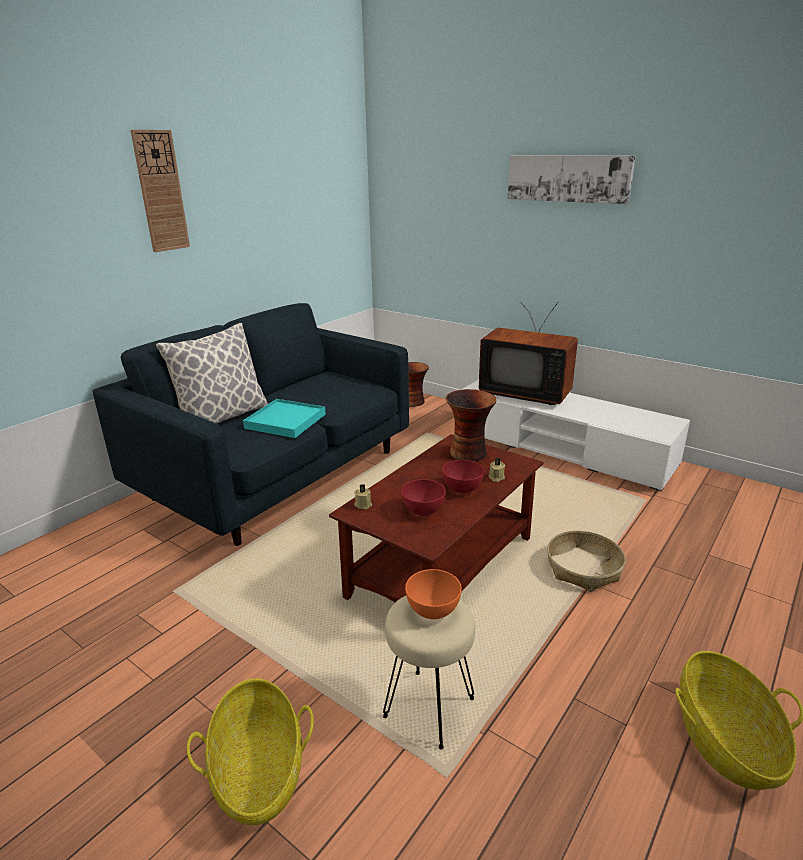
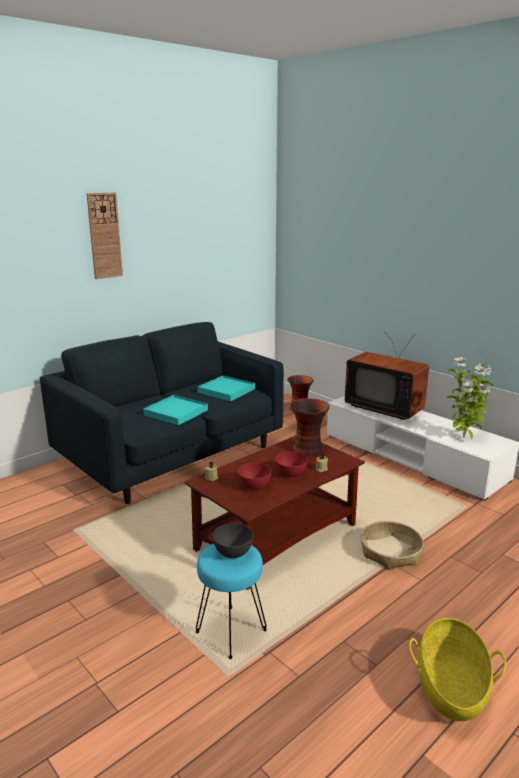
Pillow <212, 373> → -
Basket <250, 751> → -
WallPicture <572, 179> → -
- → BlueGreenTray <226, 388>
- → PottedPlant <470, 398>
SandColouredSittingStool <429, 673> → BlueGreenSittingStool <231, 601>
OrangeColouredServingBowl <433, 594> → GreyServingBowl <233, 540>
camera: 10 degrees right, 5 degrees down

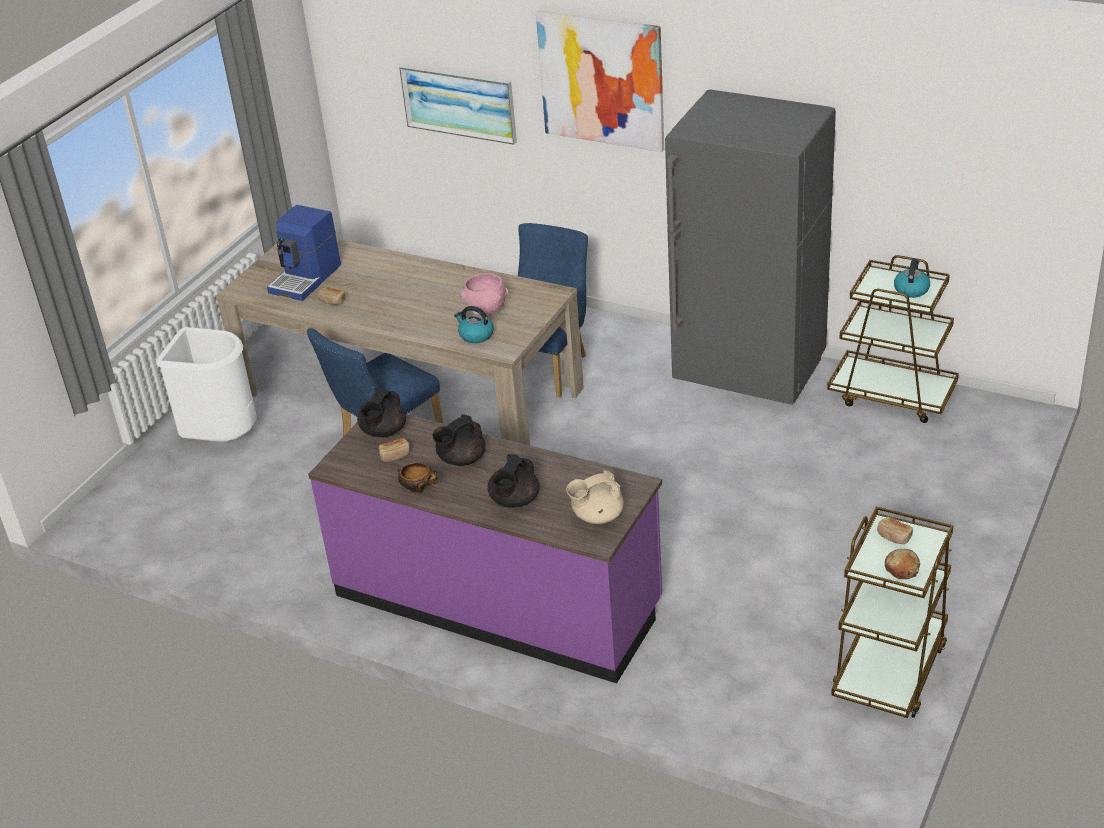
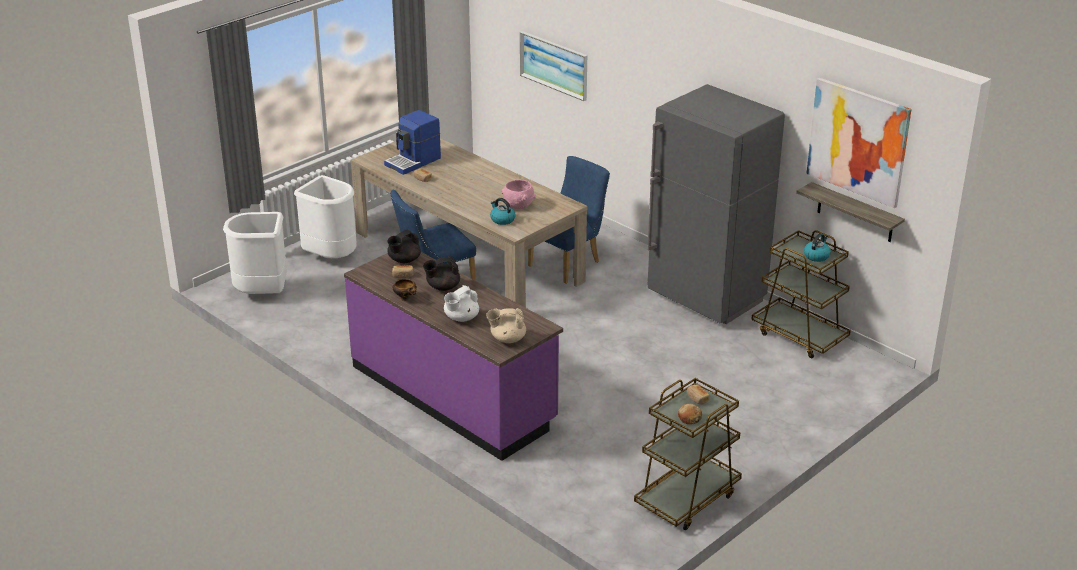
- → WhitishTrashCan <255, 253>
- → BracketShelf <850, 212>
WallPicture <600, 81> → WallPicture <859, 143>, moved
BlackishTeapot <513, 480> → WhitishTeapot <461, 303>
camera: 15 degrees right, 5 degrees down

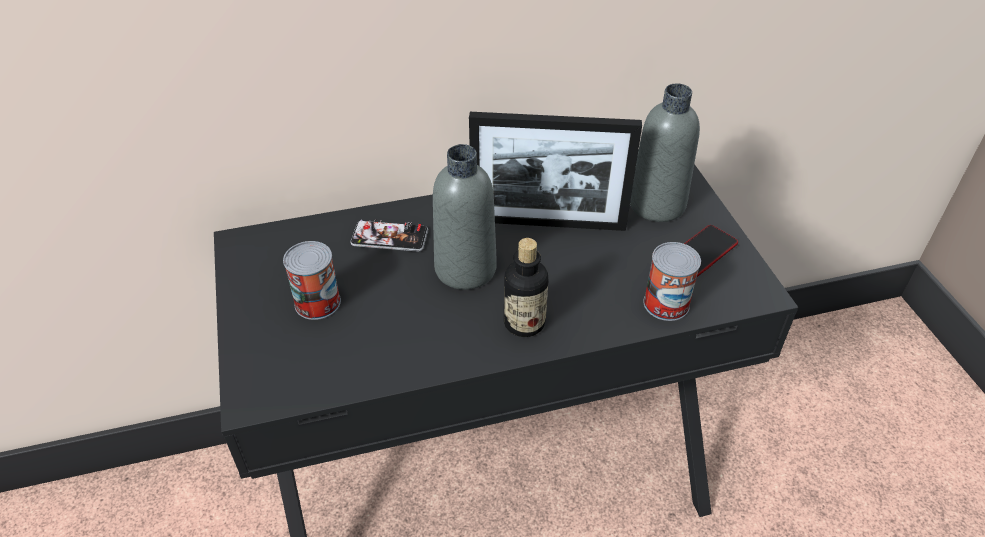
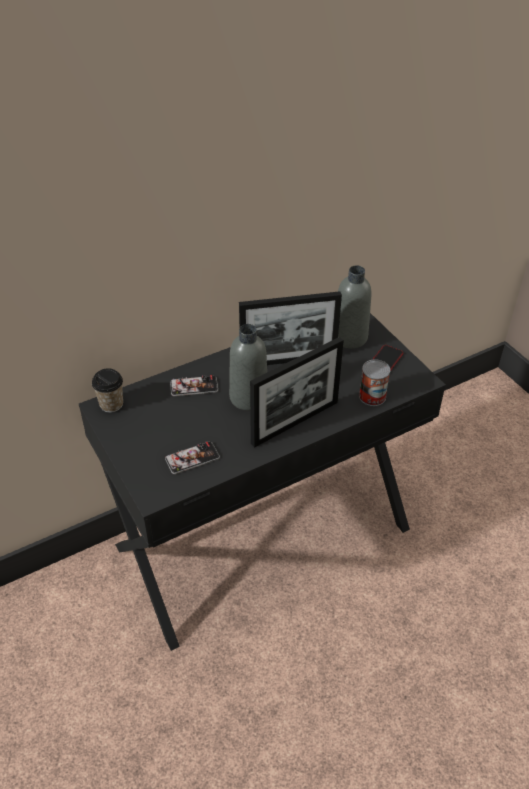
SealedCan <312, 280> → -
- → Cup <107, 391>
- → Handset <192, 458>
Bottle <526, 287> → StandingFrame <297, 392>
camera: 15 degrees left, 0 degrees up

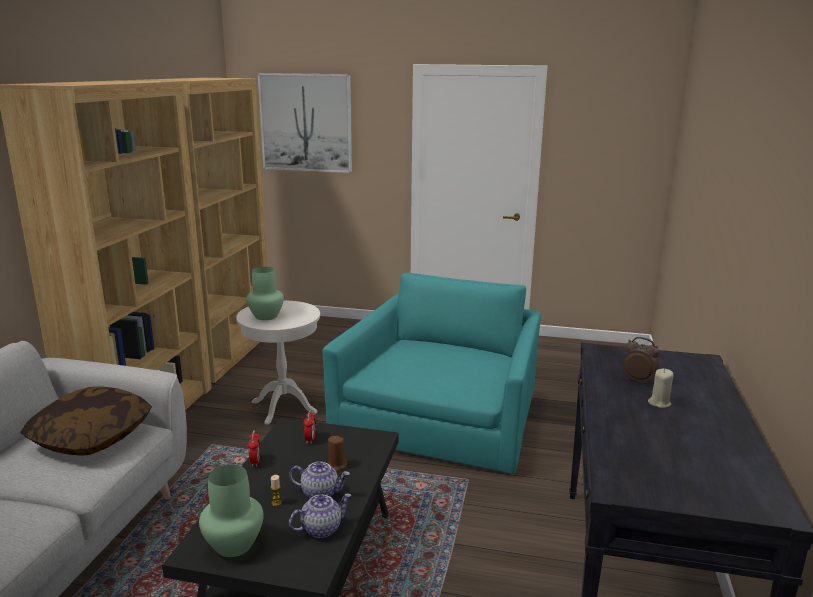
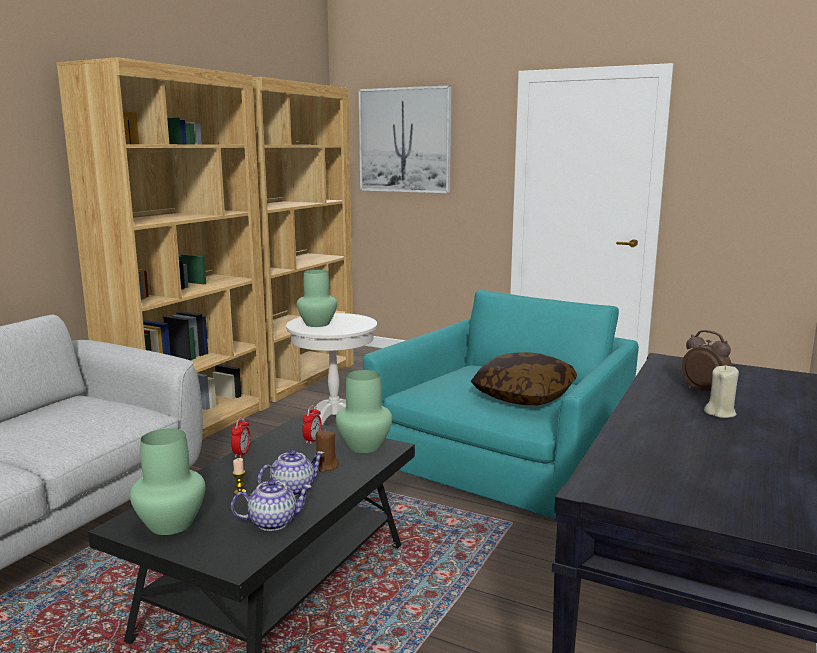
- → GreenishFlowerVase <363, 411>
Pillow <86, 421> → Pillow <524, 378>, moved
Teapot <319, 480> → Teapot <291, 472>, 60 degrees counterclockwise
camera: 15 degrees right, 5 degrees down

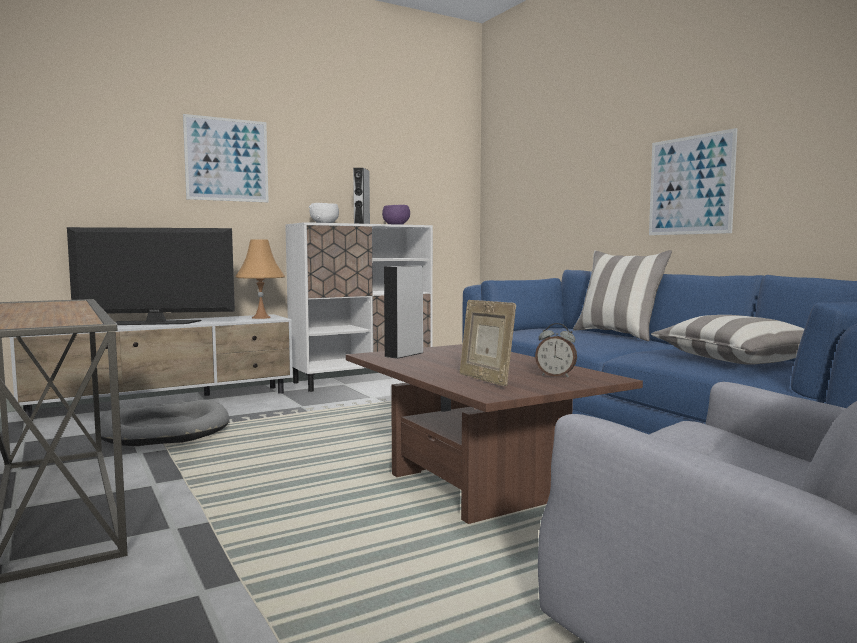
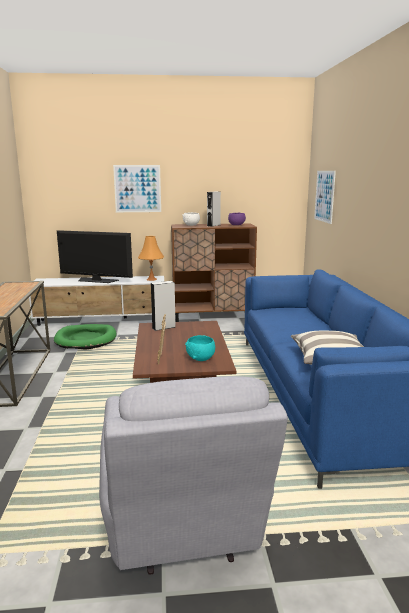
Pillow <622, 295> → -
WallPicture <693, 181> → WallPicture <325, 197>, moved
BedsideClock <556, 350> → BlueGreenServingBowl <200, 348>
GreyDogBed <164, 423> → GreenishDogBed <85, 337>
WhitishStorageCabinet <359, 307> → BrownishStorageCabinet <214, 272>
camera: 25 degrees right, 10 degrees up

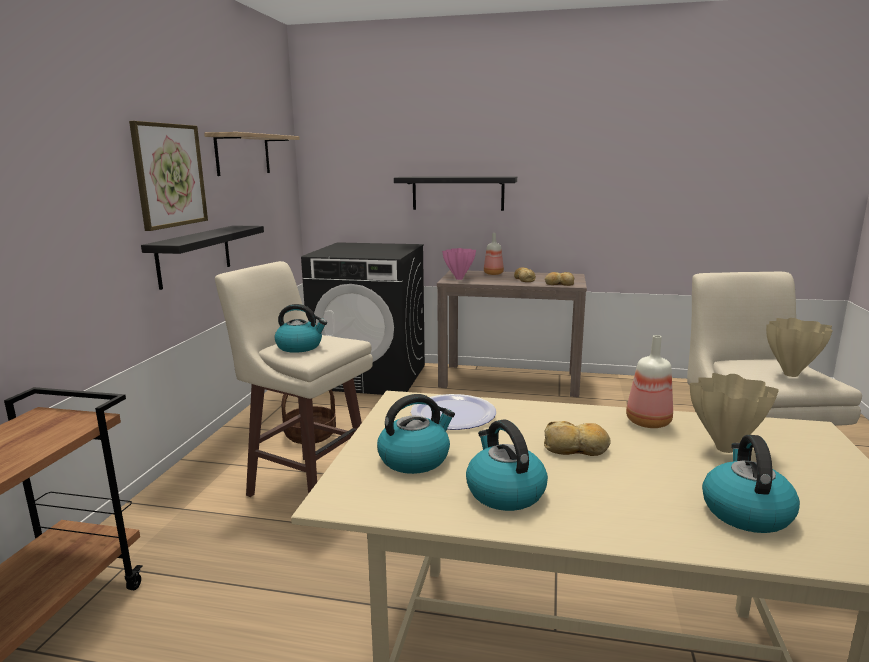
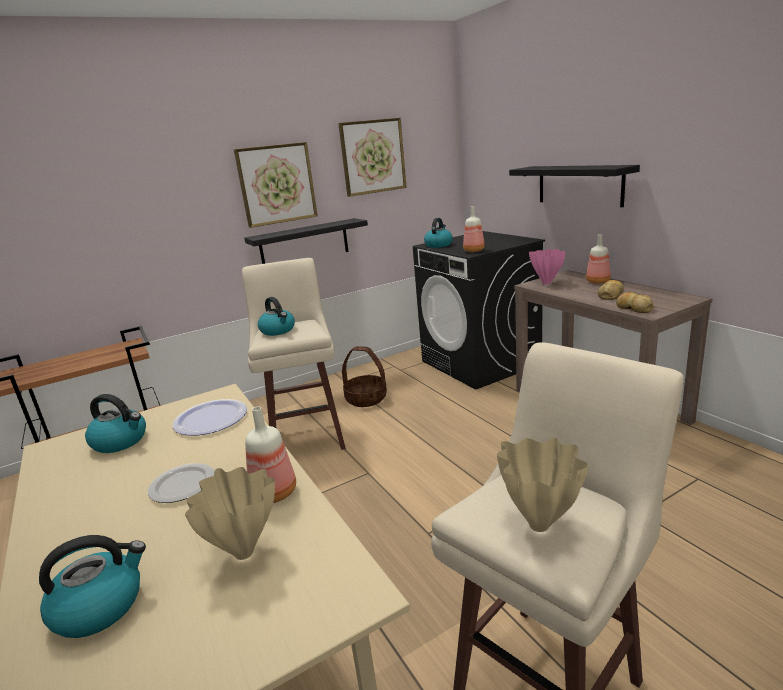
- → Bottle <474, 229>
TeaKettle <507, 465> → TeaKettle <438, 233>, moved
BracketShelf <252, 154> → WallPicture <372, 157>
BakeryBread <577, 438> → Plate <180, 483>
camera: 50 degrees right, 5 degrees up

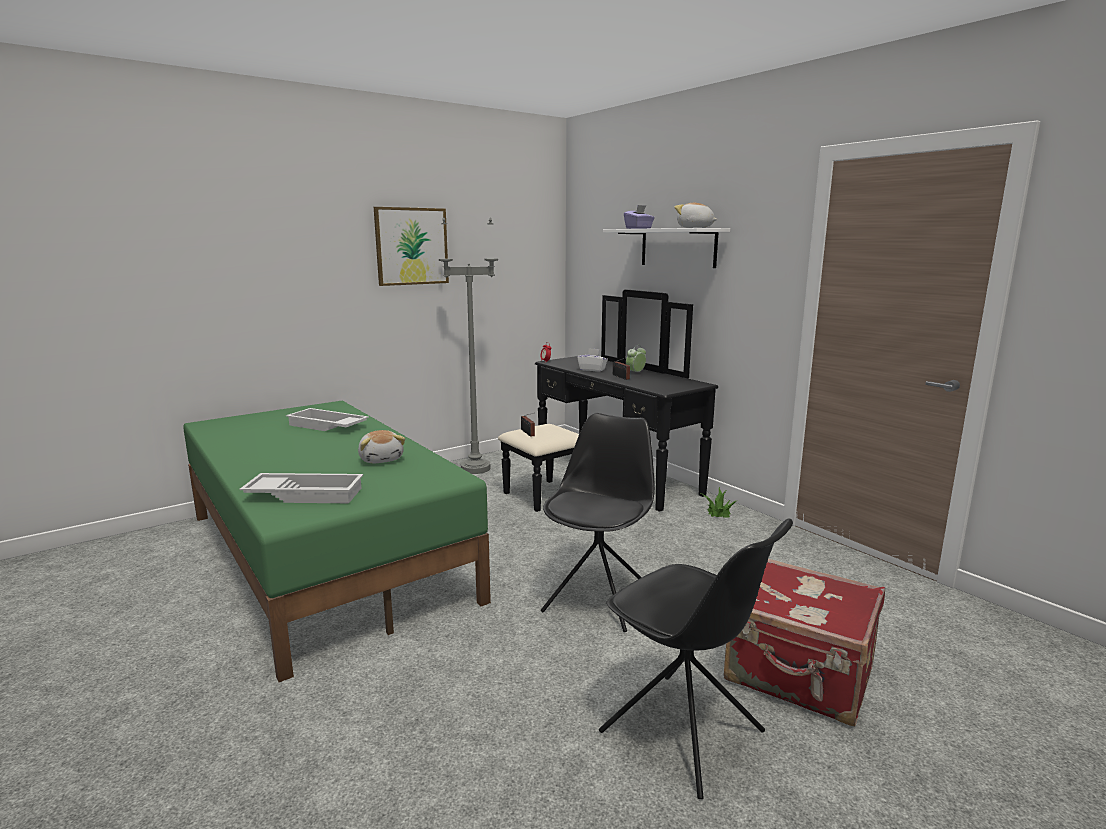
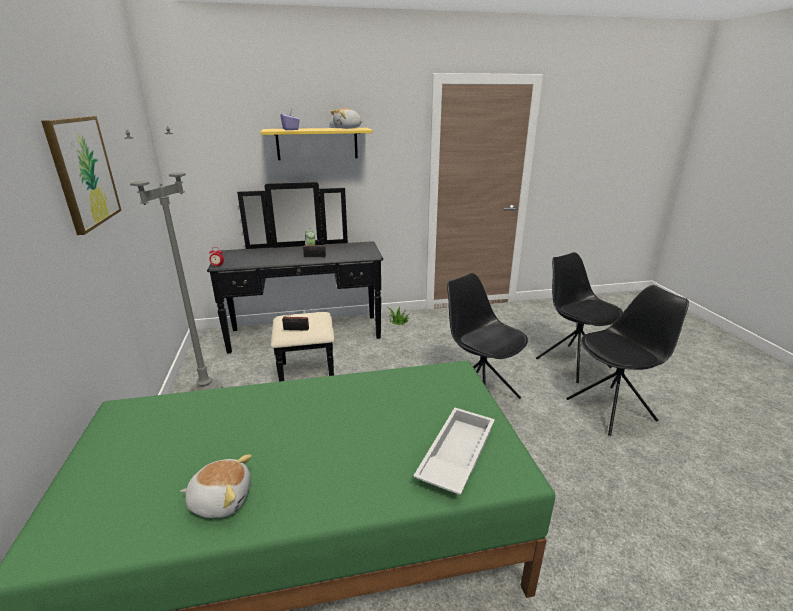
WhitishTray <327, 419> → -
WhitishBoxOfTissues <592, 360> → -
SoftToy <381, 446> → SoftToy <216, 486>, moved
RedTravelCase <804, 642> → BlackishChair <579, 317>
WhitishBracketShelf <666, 248> → YellowBracketShelf <316, 144>
camera: 65 degrees left, 10 degrees up

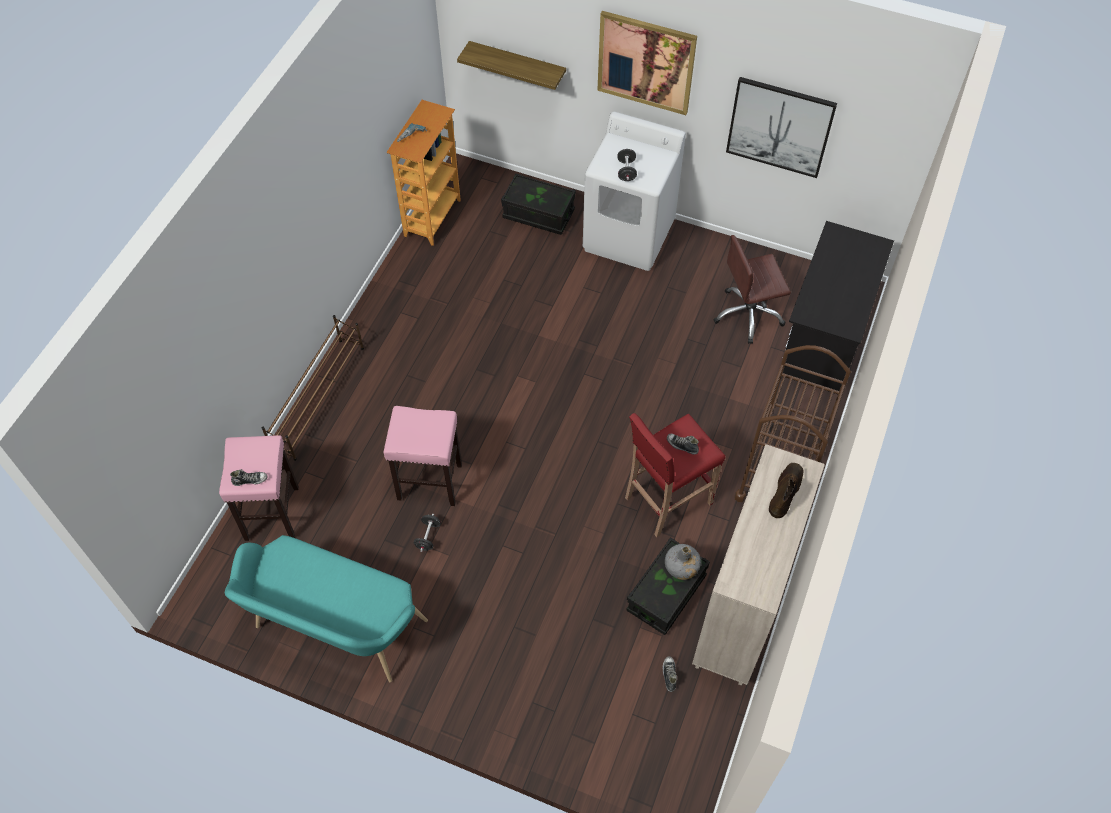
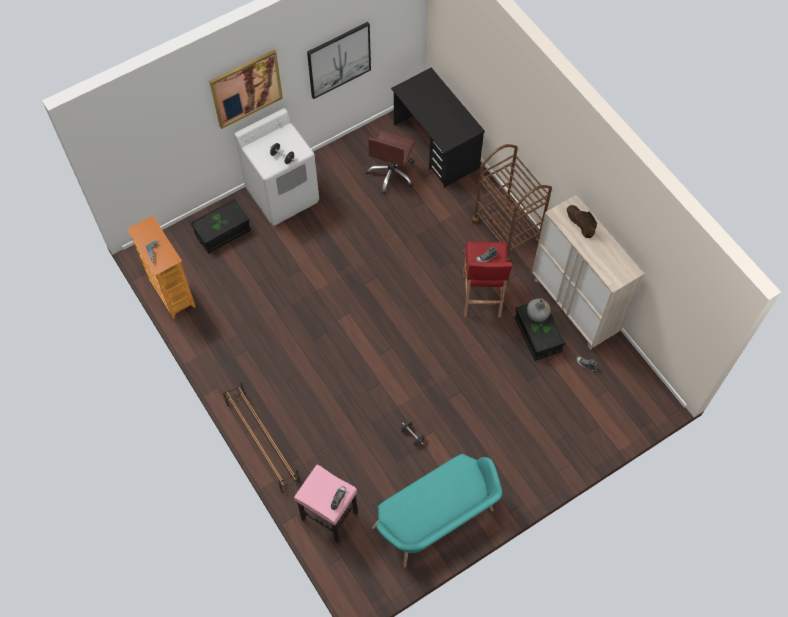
PinkSittingStool <422, 456> → -
BracketShelf <511, 65> → -
camera: 55 degrees left, 5 degrees up

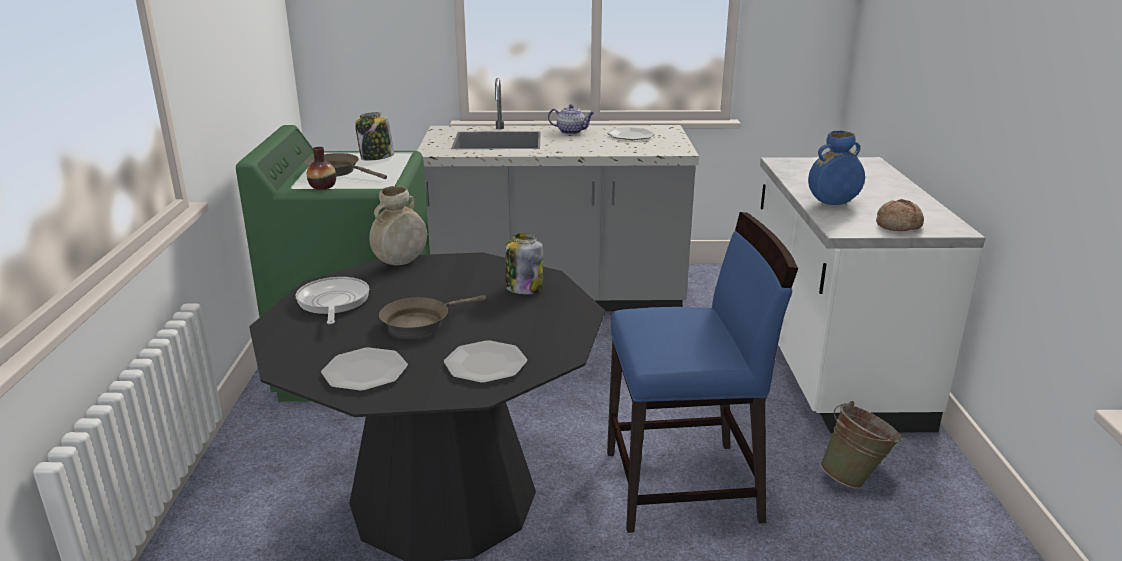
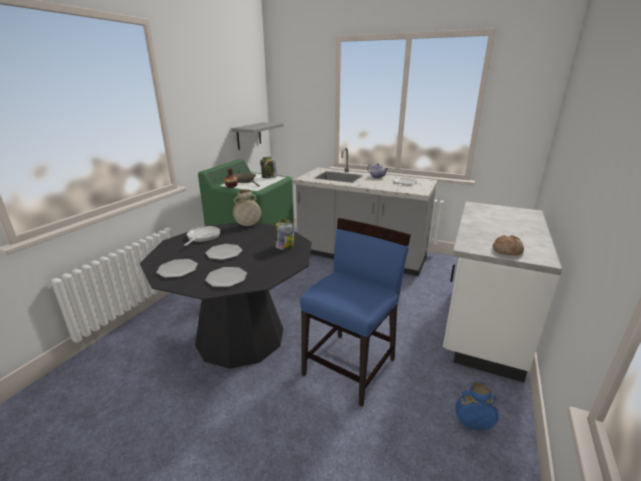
GreenishPail <861, 445> → -
- → GreyBracketShelf <257, 136>
BlueFlowerVase <836, 168> → BlueFlowerVase <476, 405>, moved
BrownishFryingPan <432, 316> → Plate <224, 252>
BlueChair <702, 372> → BlueChair <355, 312>, 75 degrees counterclockwise
camera: 25 degrees right, 0 degrees up

